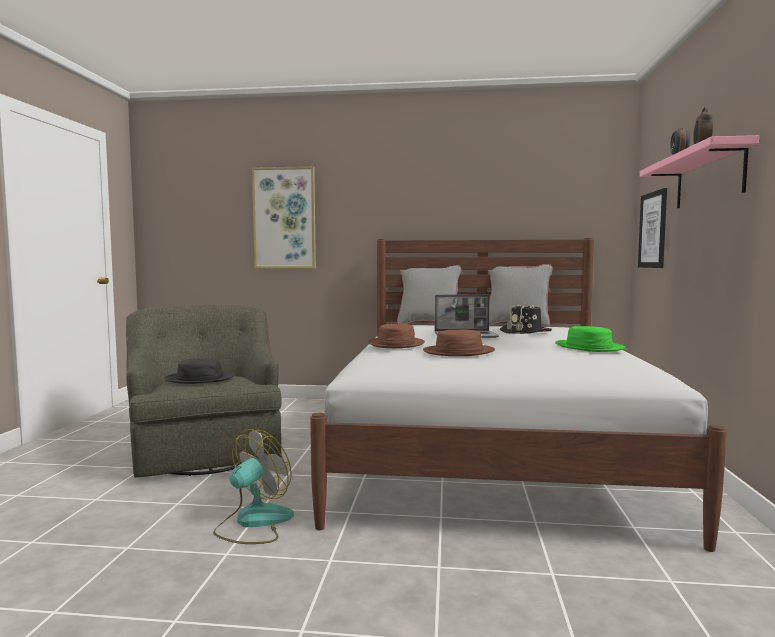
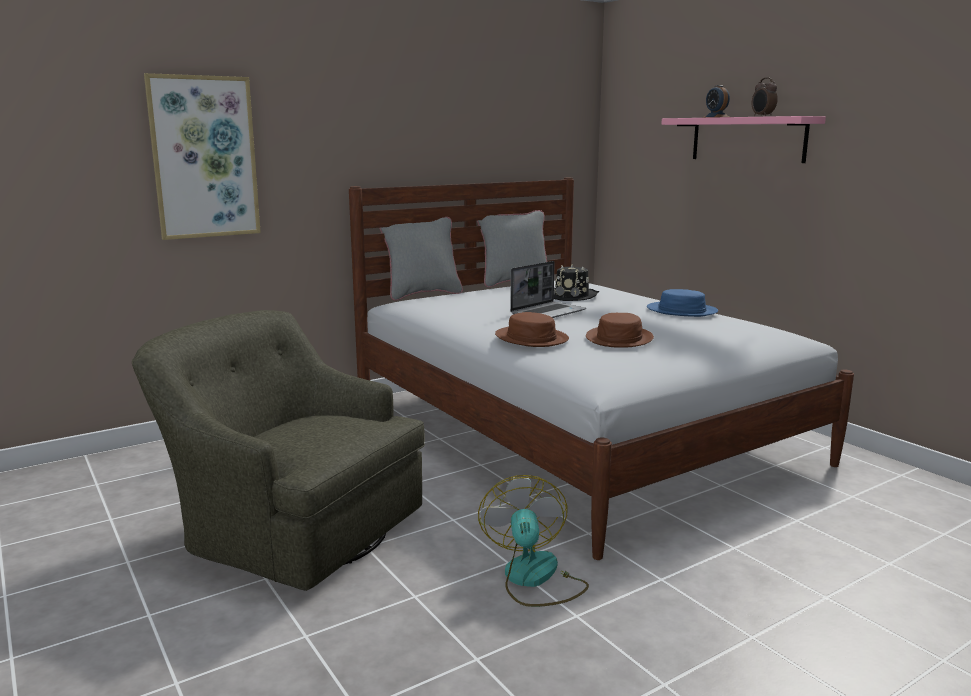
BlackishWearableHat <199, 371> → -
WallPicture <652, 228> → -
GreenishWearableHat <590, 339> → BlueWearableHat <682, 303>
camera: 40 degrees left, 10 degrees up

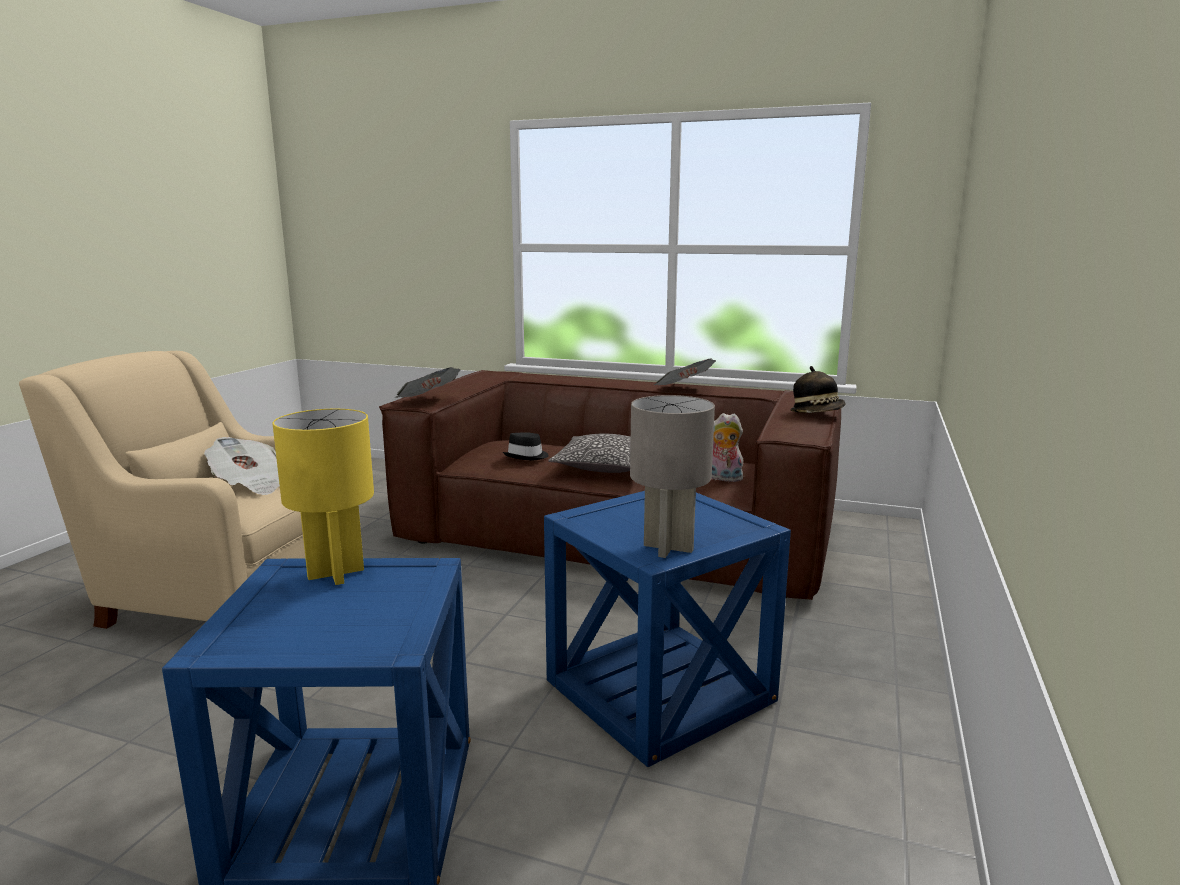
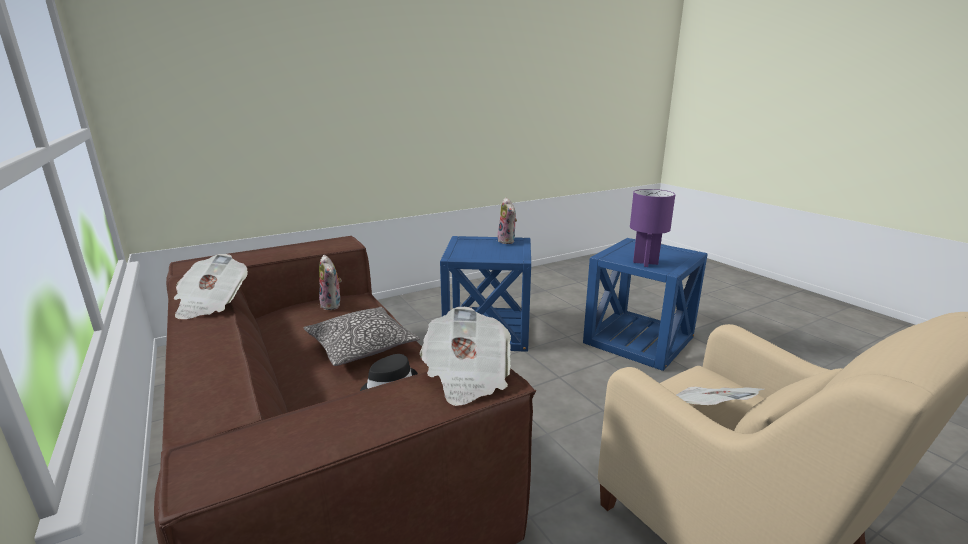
WearableHat <818, 389> → -
GreyTabletopLamp <672, 476> → SoftToy <507, 221>
YellowTabletopLamp <323, 497> → PurpleColouredTabletopLamp <652, 228>
camera: 140 degrees left, 5 degrees up

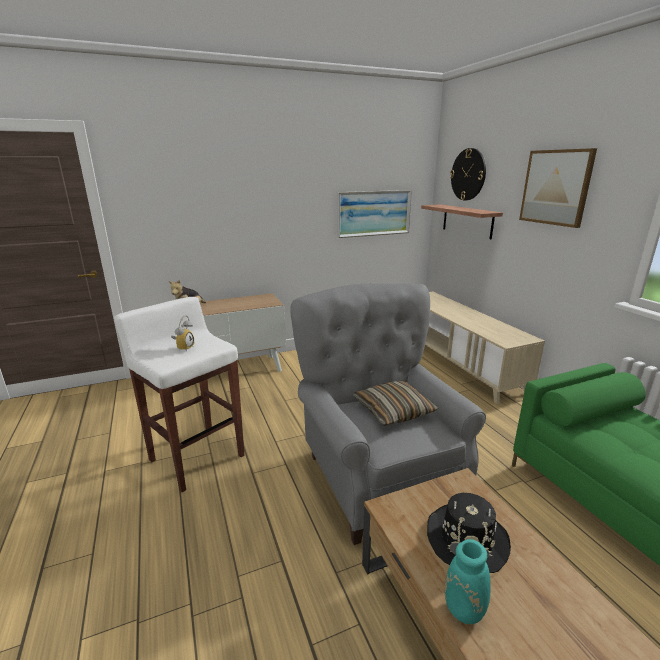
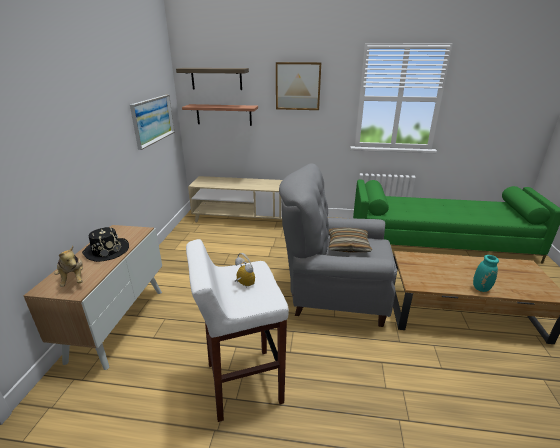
BlackishWearableHat <469, 533> → BlackishWearableHat <105, 244>, moved
HangingClock <468, 174> → BracketShelf <212, 79>
camera: 60 degrees left, 5 degrees up

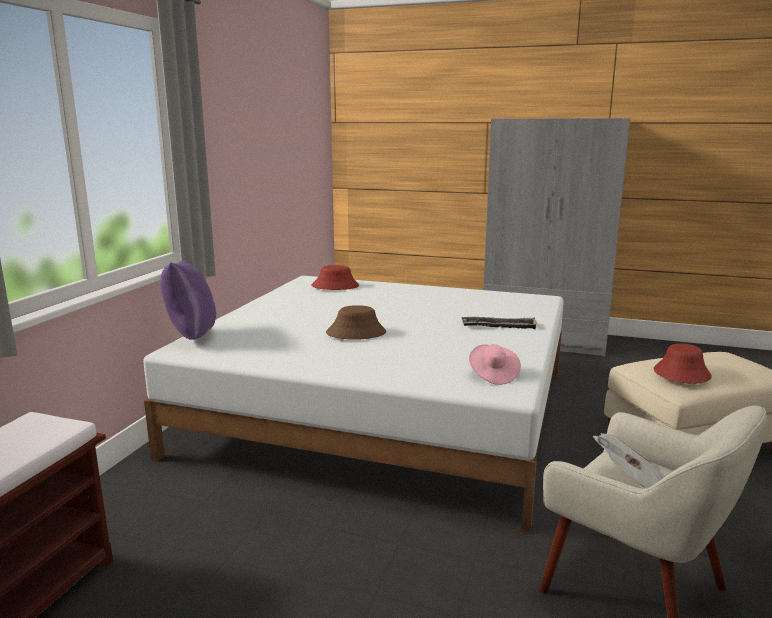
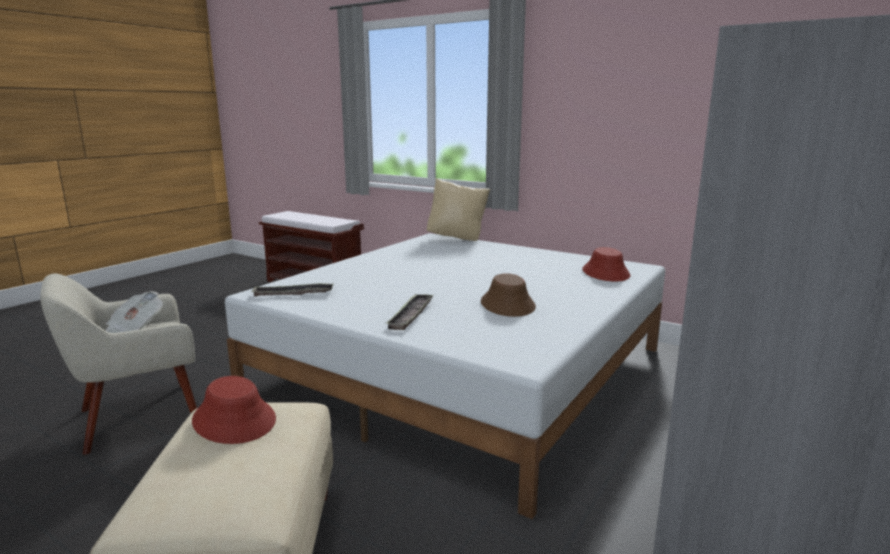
BrownishWearableHat <356, 322> → BrownishWearableHat <508, 295>, moved
PinkWearableHat <495, 364> → Tray <292, 290>
PurpleColouredPillow <188, 300> → SandColouredPillow <458, 209>
camera: 105 degrees right, 0 degrees up

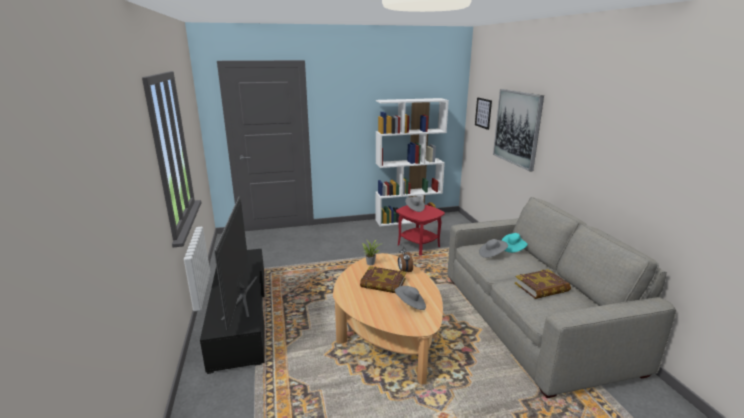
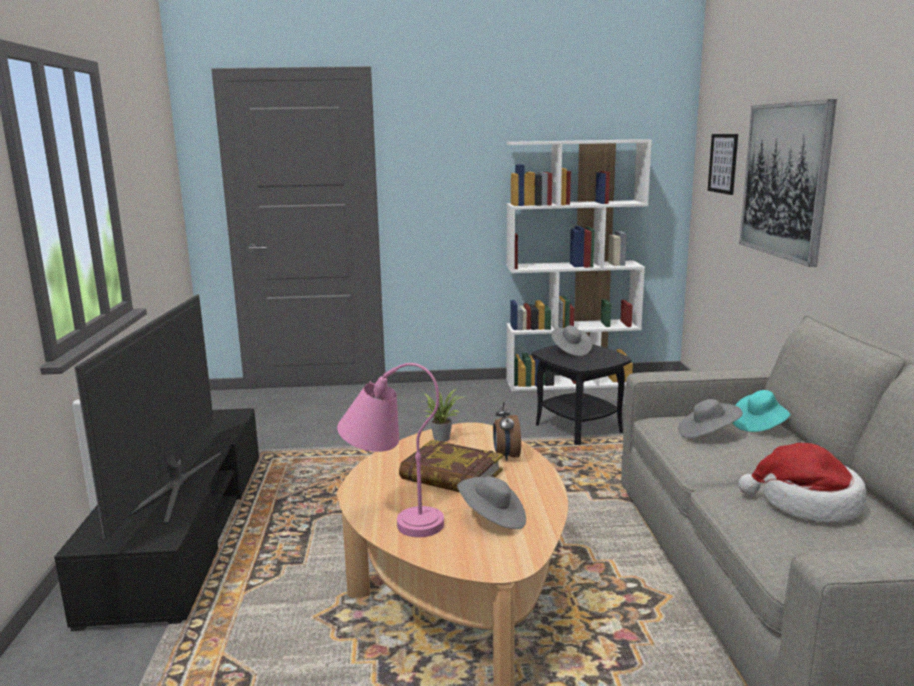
- → PinkTabletopLamp <390, 450>
Book <543, 284> → WearableHat <802, 483>
RedSideTable <420, 230> → BlackishSideTable <582, 394>
camera: 10 degrees right, 5 degrees down

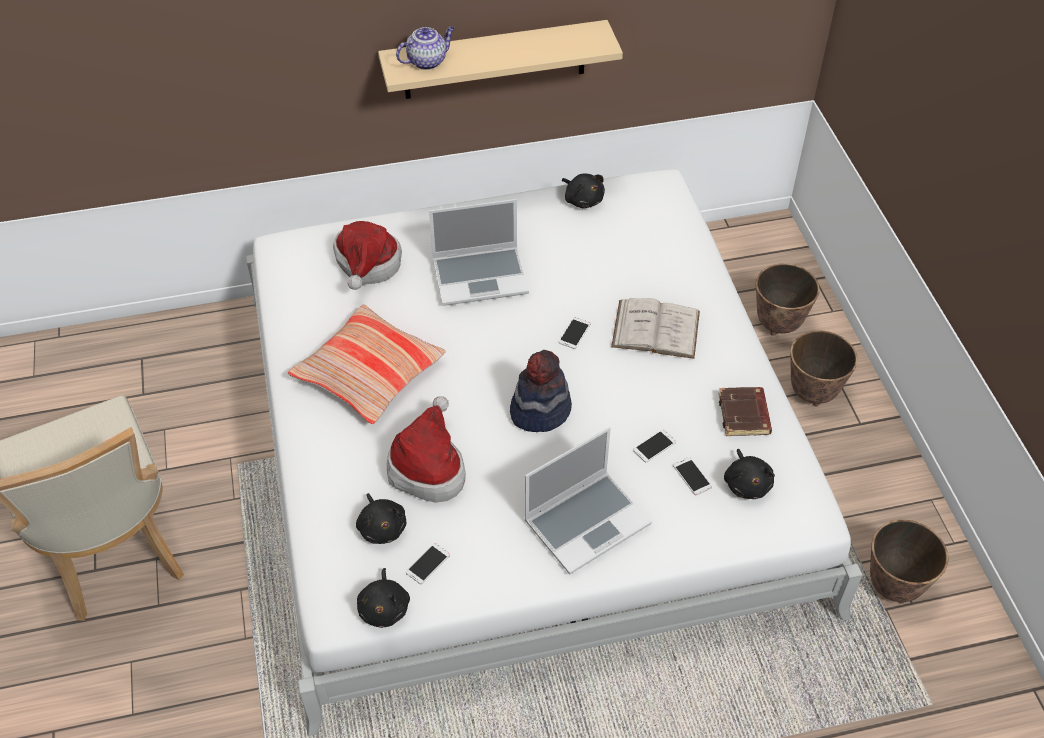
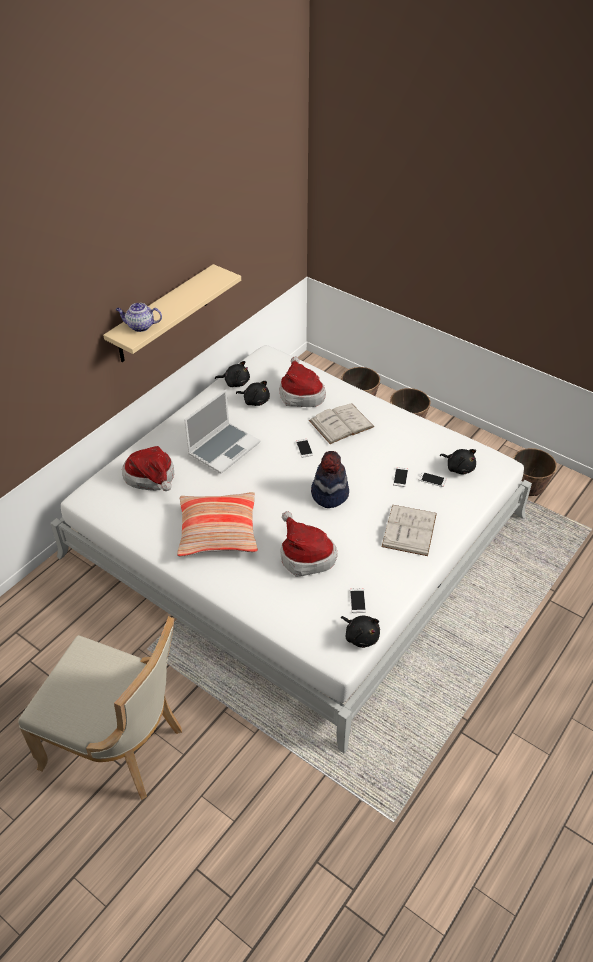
BrownishBook <745, 411> → -
- → WearableHat <303, 381>
BlackishSoftToy <381, 518> → BlackishSoftToy <253, 393>, moved
NotebookComputer <588, 501> → WhitishBook <409, 530>
Teapot <425, 48> → Teapot <139, 317>, 105 degrees counterclockwise
camera: 40 degrees left, 5 degrees down

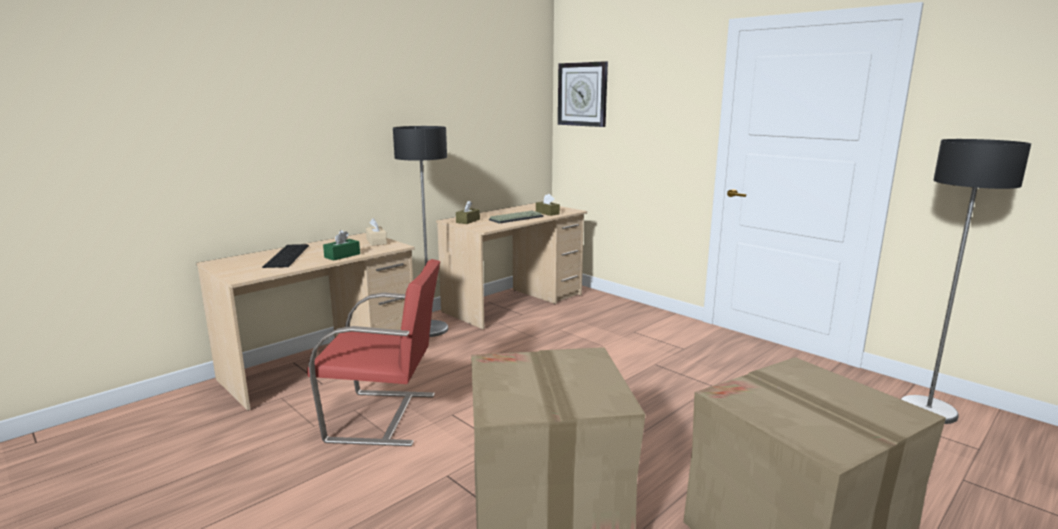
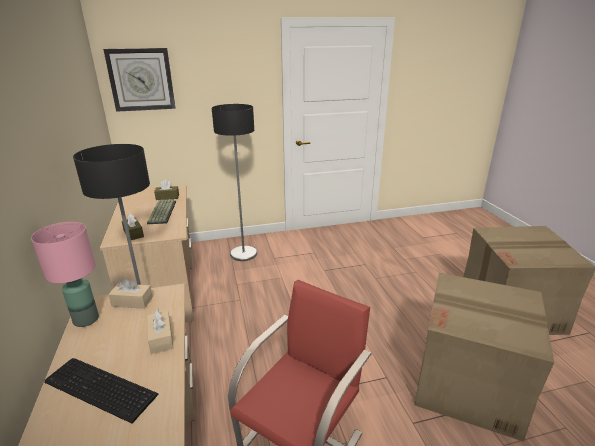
- → PinkTabletopLamp <65, 274>
StandardLamp <966, 281> → StandardLamp <234, 182>, moved
GreenishBoxOfTissues <341, 245> → SandColouredBoxOfTissues <160, 331>
camera: 60 degrees left, 10 degrees up

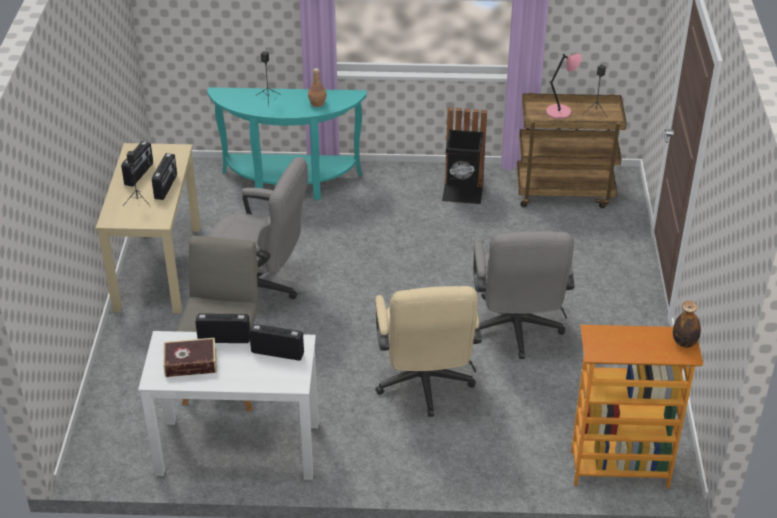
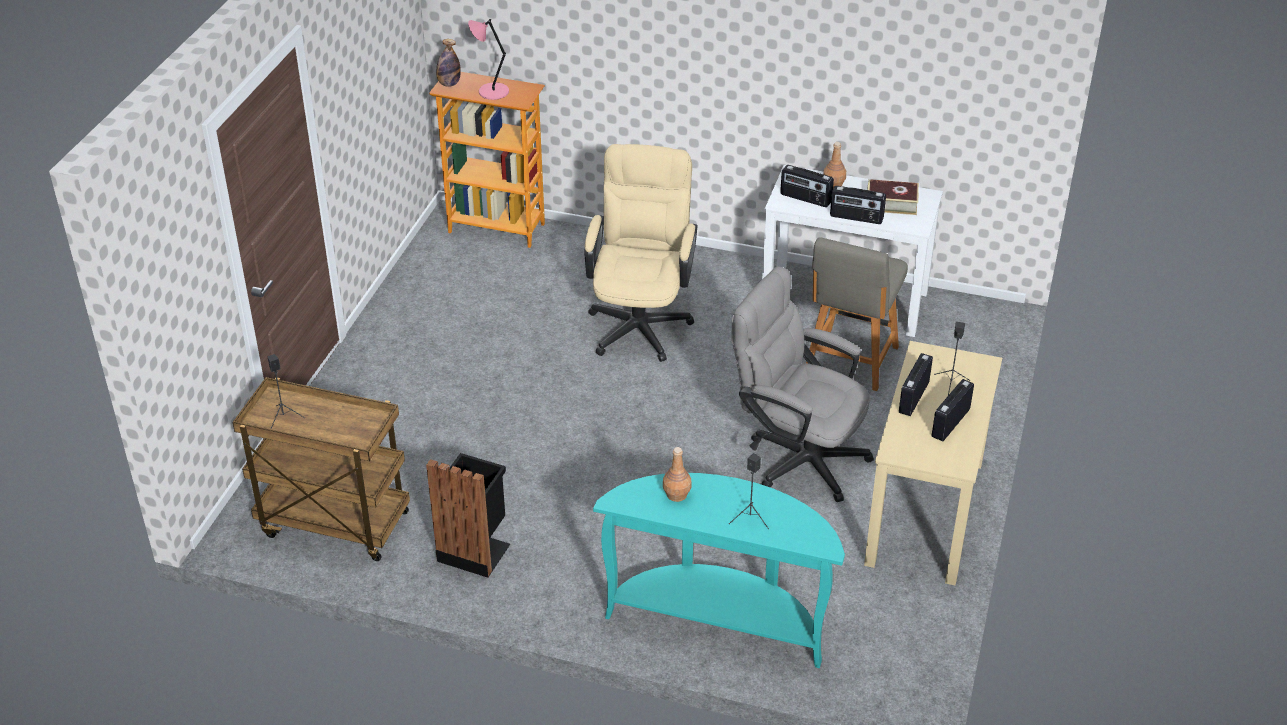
GreyComputerChair <523, 295> → -
- → BrownishBottle <834, 165>
PinkTabletopLamp <564, 86> → PinkTabletopLamp <488, 59>, moved
camera: 165 degrees left, 0 degrees up

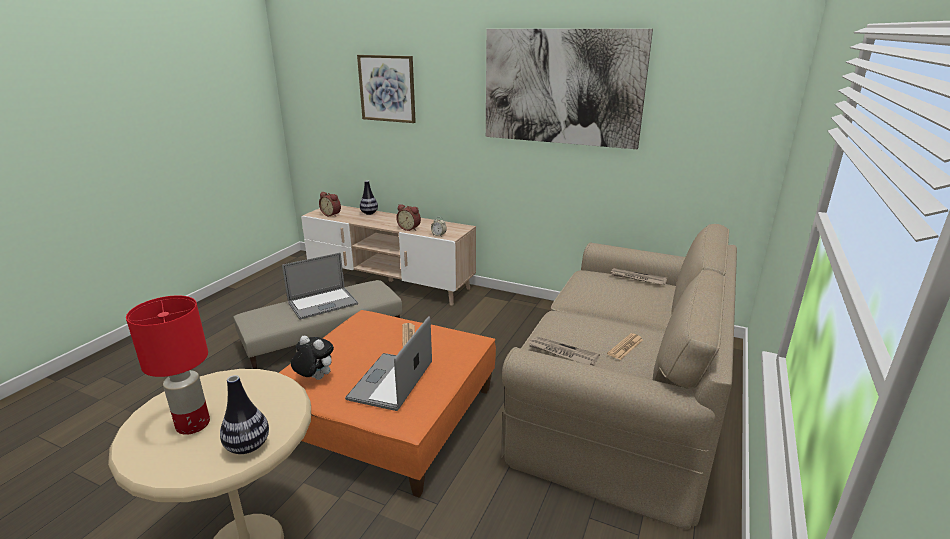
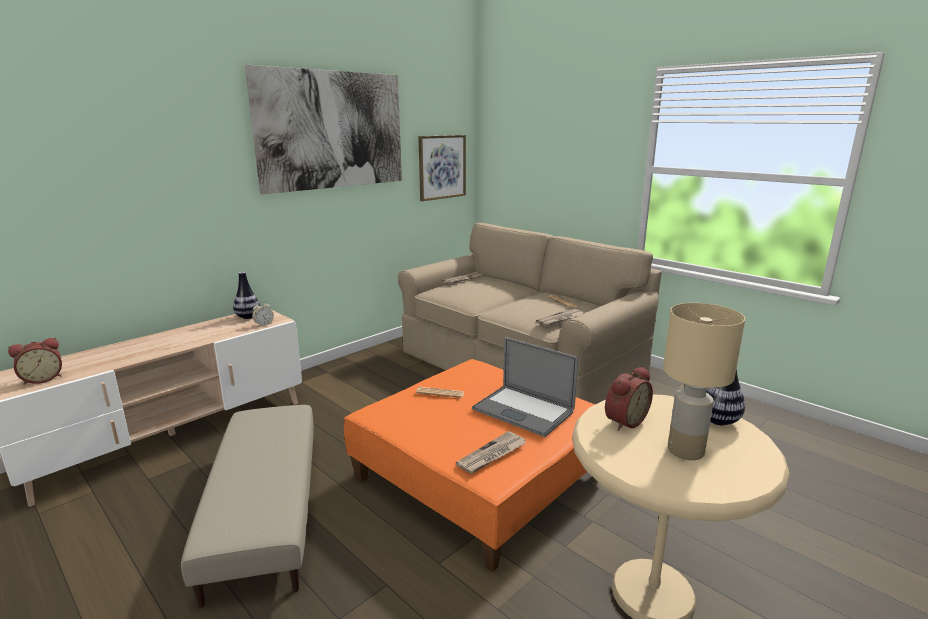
NotebookComputer <320, 286> → -
WallPicture <386, 89> → WallPicture <442, 168>, moved
FlowerVase <369, 198> → FlowerVase <246, 295>, moved
BedsideClock <408, 217> → BedsideClock <629, 399>, moved
SoftToy <312, 358> → Newspaper <491, 452>
RedTabletopLamp <168, 365> → SandColouredTabletopLamp <704, 381>
camera: 70 degrees left, 5 degrees down

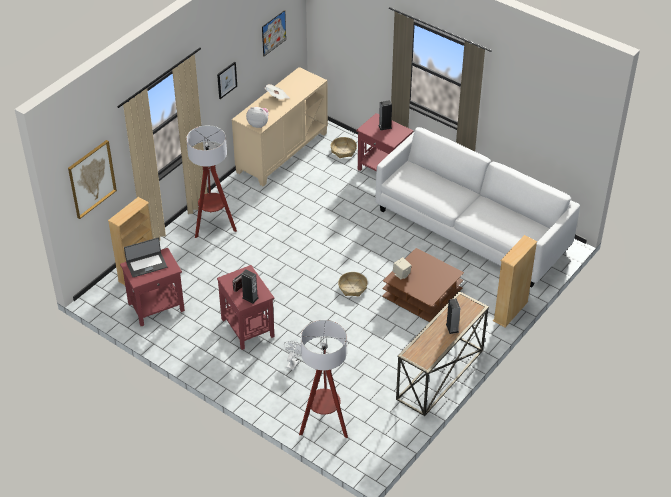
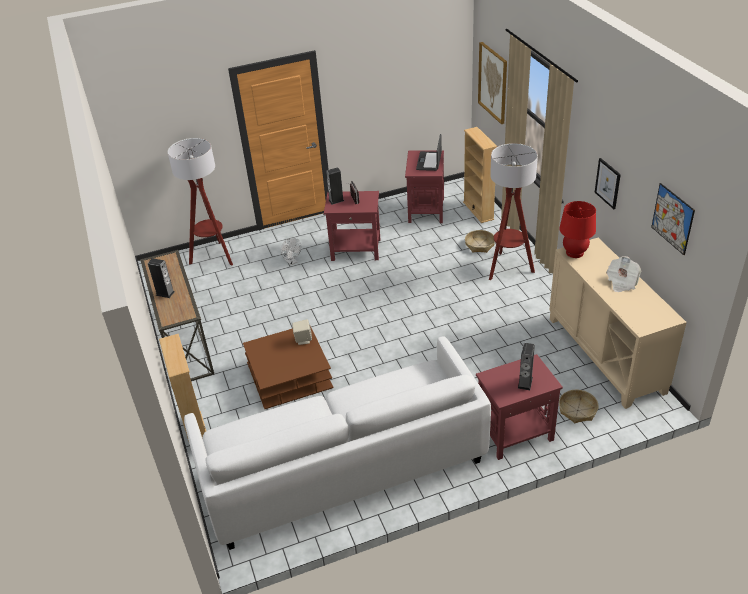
Basket <353, 284> → Basket <480, 241>, moved
SoftToy <257, 117> → RedTabletopLamp <577, 229>
camera: 125 degrees right, 5 degrees down

